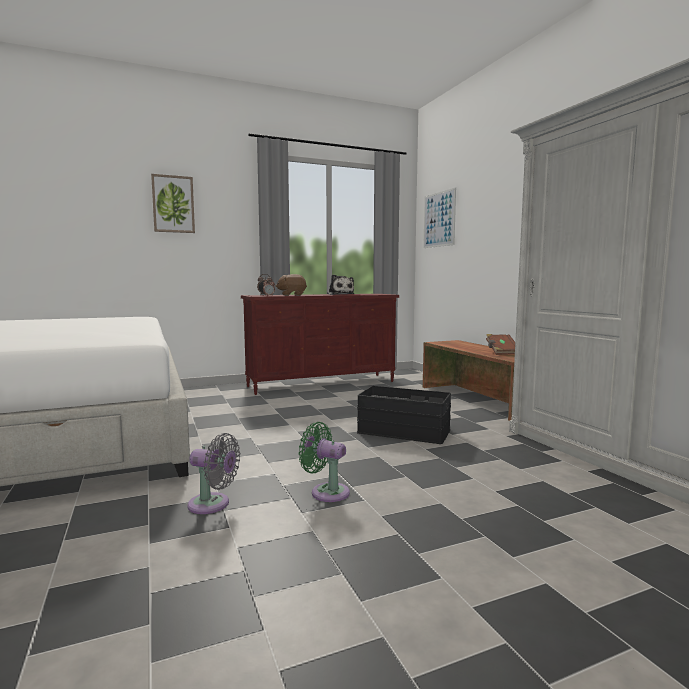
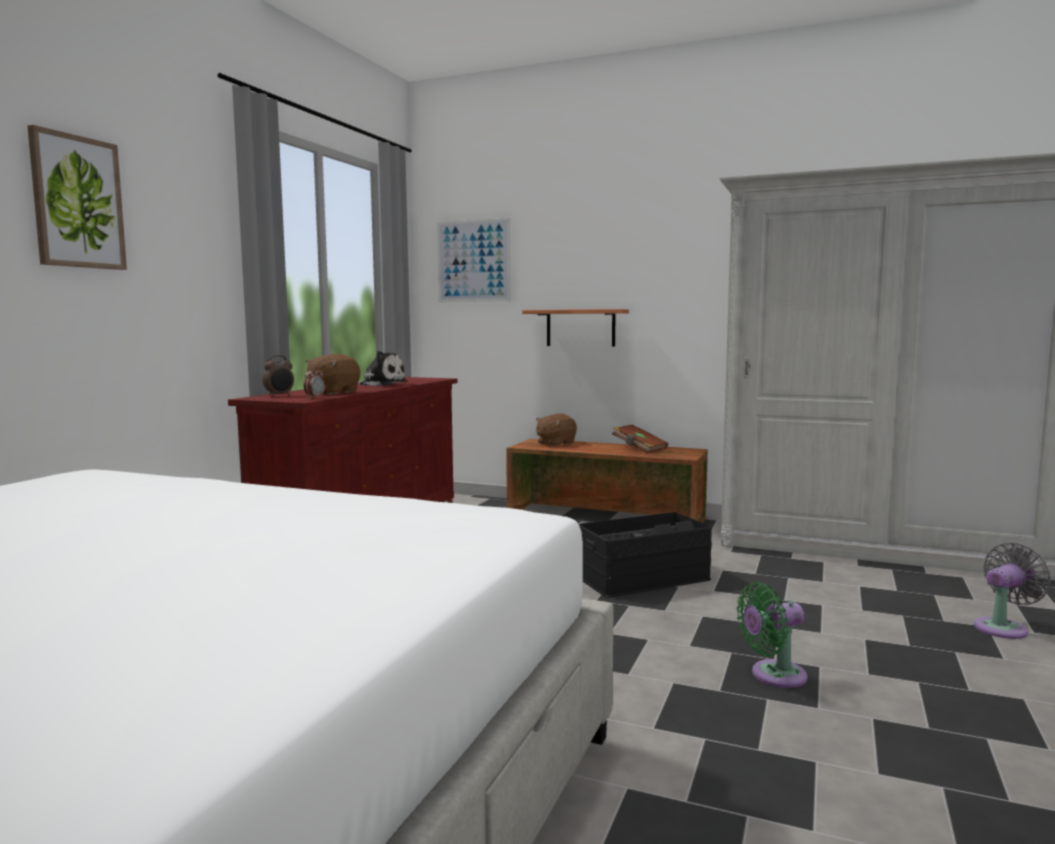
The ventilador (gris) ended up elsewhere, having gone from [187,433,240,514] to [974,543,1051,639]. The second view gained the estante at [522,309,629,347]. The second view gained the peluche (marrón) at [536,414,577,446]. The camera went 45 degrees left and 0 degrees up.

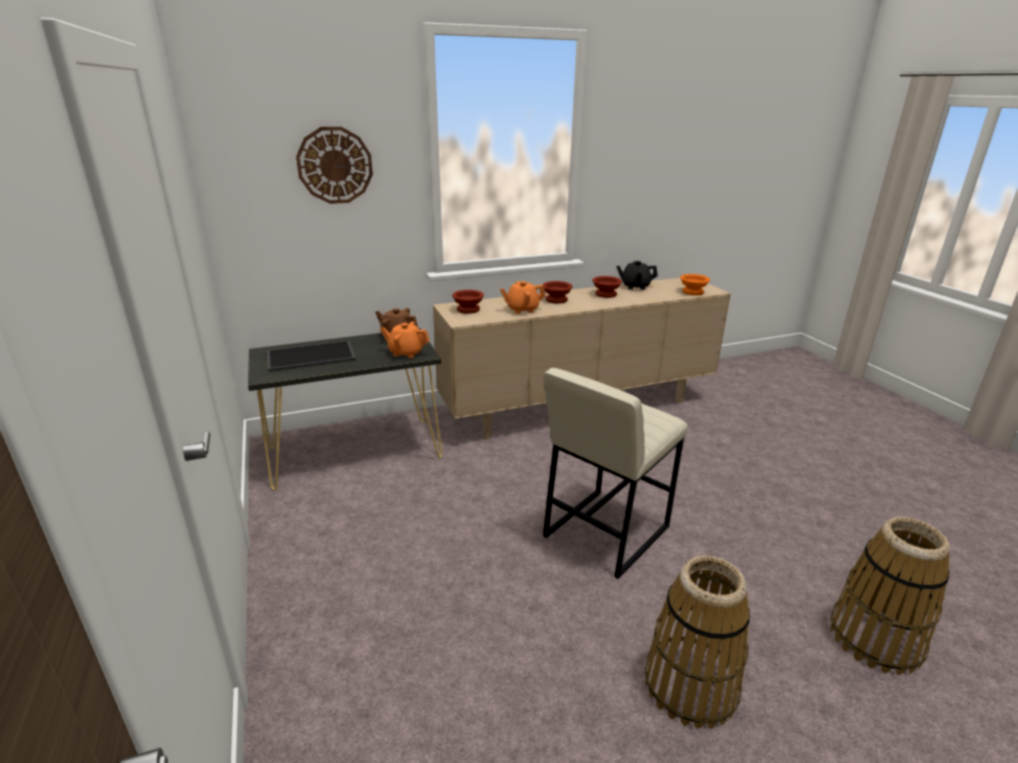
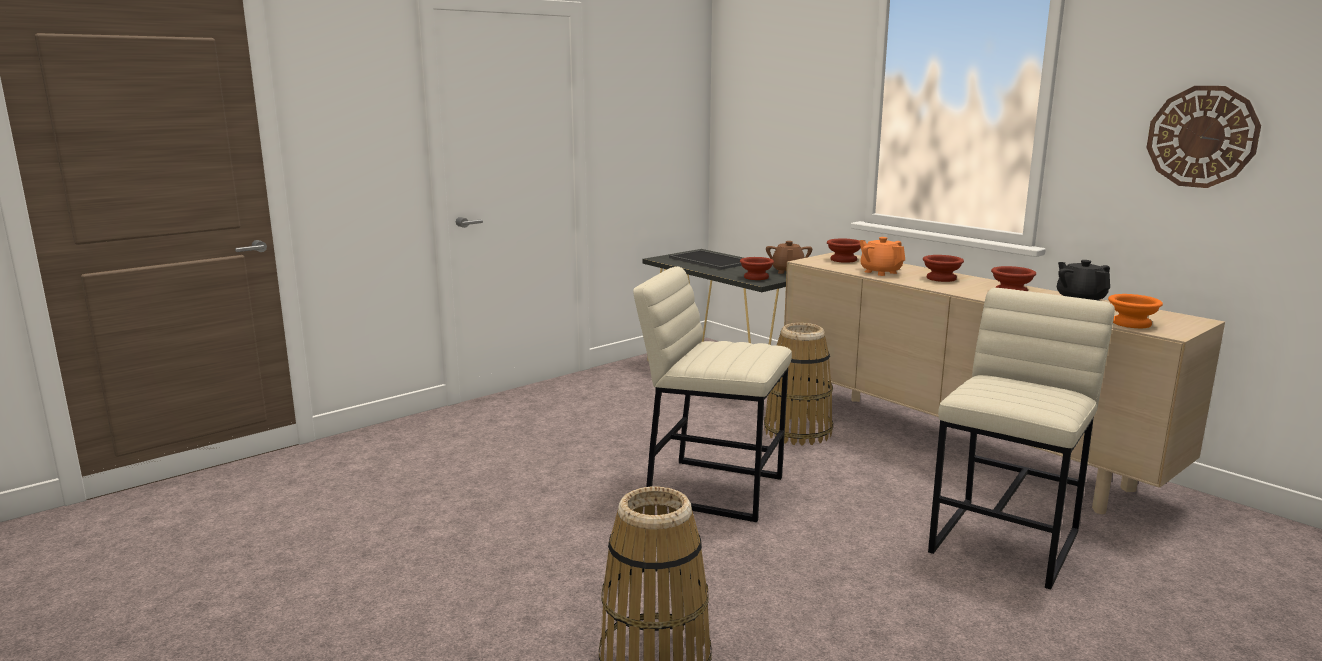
The reloj de pared ended up elsewhere, having gone from [296,127,373,204] to [1146,86,1261,188]. Where the tetera (naranja) stood at [380,321,430,358], the cuenco (marrón) came to stand at [740,257,774,280]. The cesta ended up elsewhere, having gone from [645,556,750,729] to [764,323,833,445]. The second view gained the silla (beis) at [928,288,1115,590]. The camera went 70 degrees right and 10 degrees down.

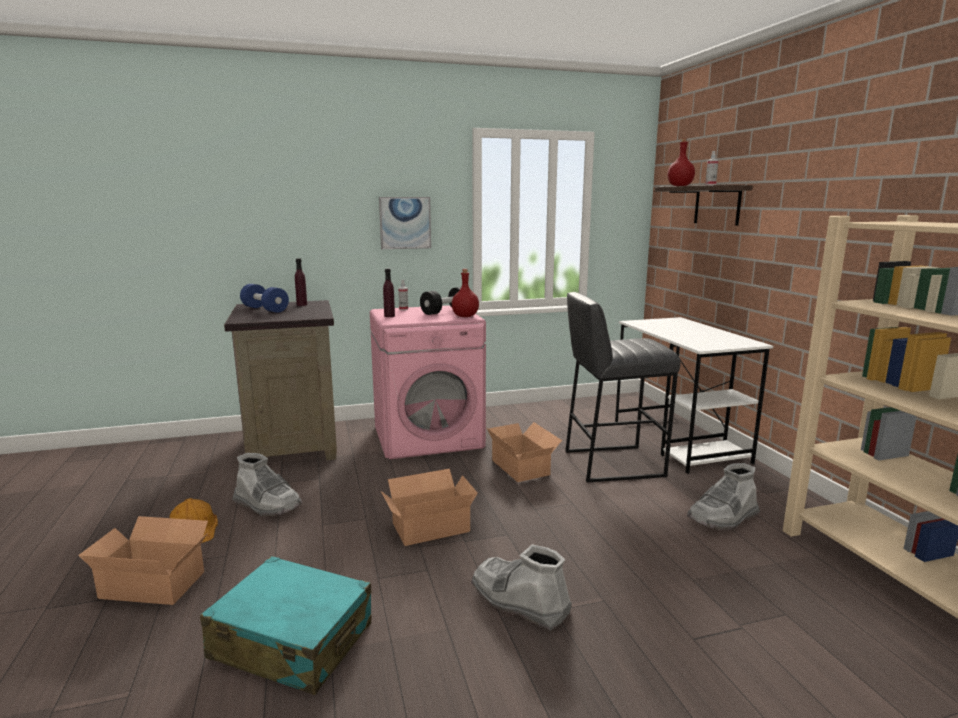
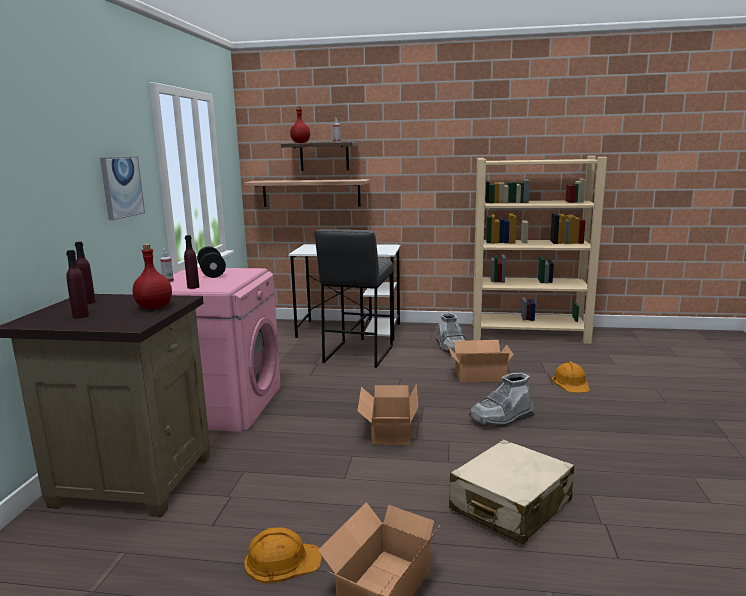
What was the maleta (turquesa) at [200,556,371,695] turned into the maleta (beis) at [449,439,574,545]. The second view lost the bota (gris) at [232,453,302,516]. Where the mancuerna (azul) stood at [240,284,289,313], the botella (morado) came to stand at [66,250,89,318]. The botella (rojo) ended up elsewhere, having gone from [452,269,479,317] to [132,244,172,309]. The caja de cartón ended up elsewhere, having gone from [486,422,562,482] to [448,340,514,383]. The second view gained the estante at [243,179,370,207]. The second view gained the casco (naranja) at [552,361,590,393]. The camera went 65 degrees left and 0 degrees up.

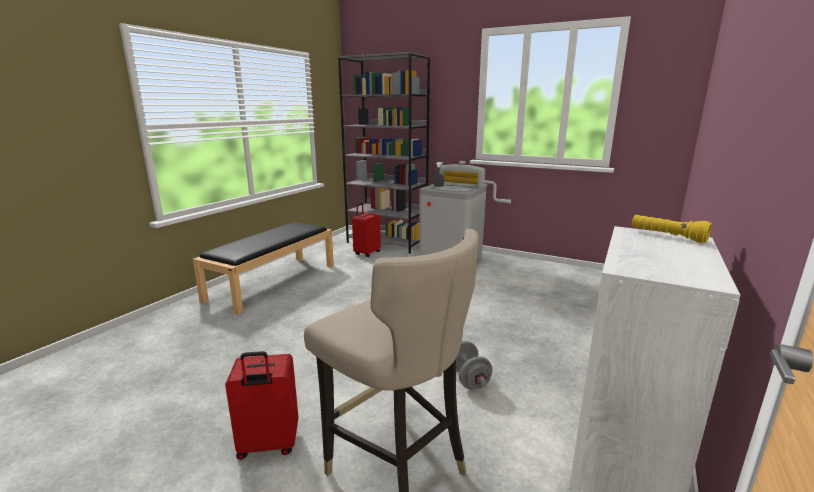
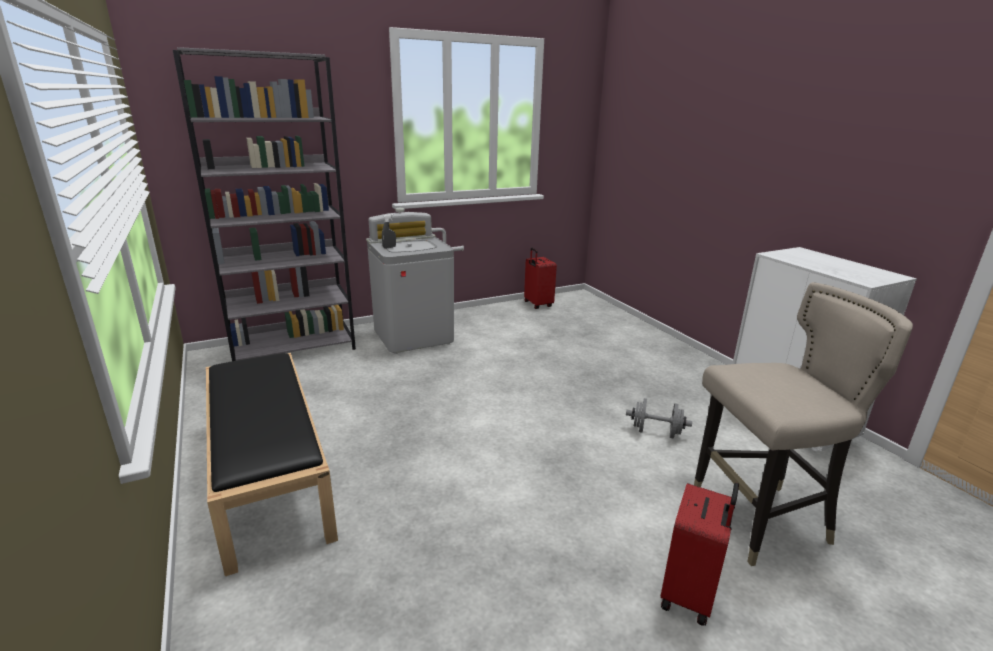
The maleta (rojo) ended up elsewhere, having gone from [352,203,381,257] to [524,248,557,309]. The second view lost the linterna (amarillo) at [632,215,712,243]. The camera went 55 degrees left and 5 degrees up.

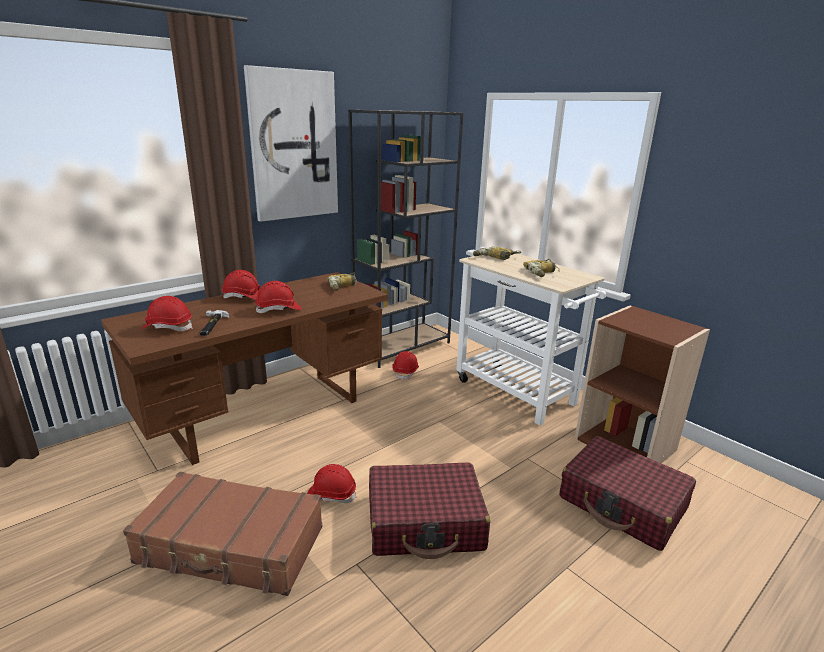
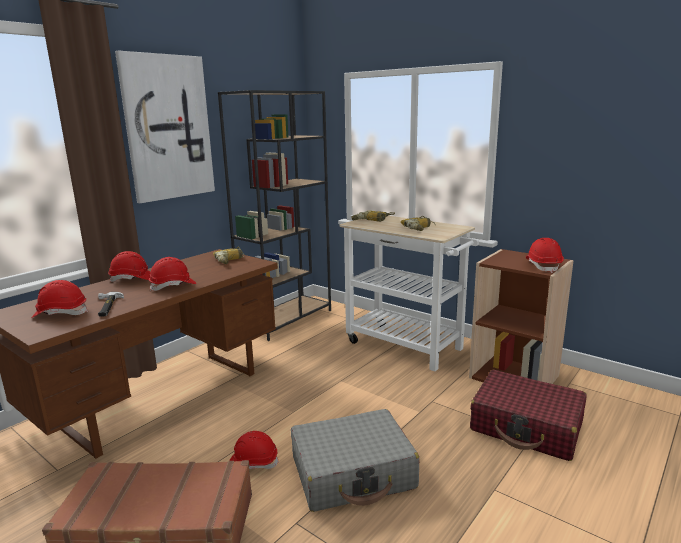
What was the maleta (rojo) at [369,462,490,559] turned into the maleta (gris) at [291,409,419,512]. The casco (rojo) ended up elsewhere, having gone from [392,351,419,381] to [526,238,564,273]. The camera went 10 degrees left and 5 degrees down.

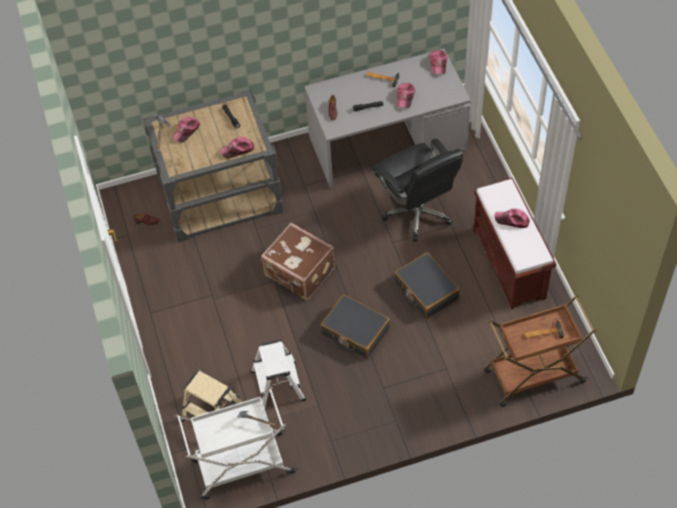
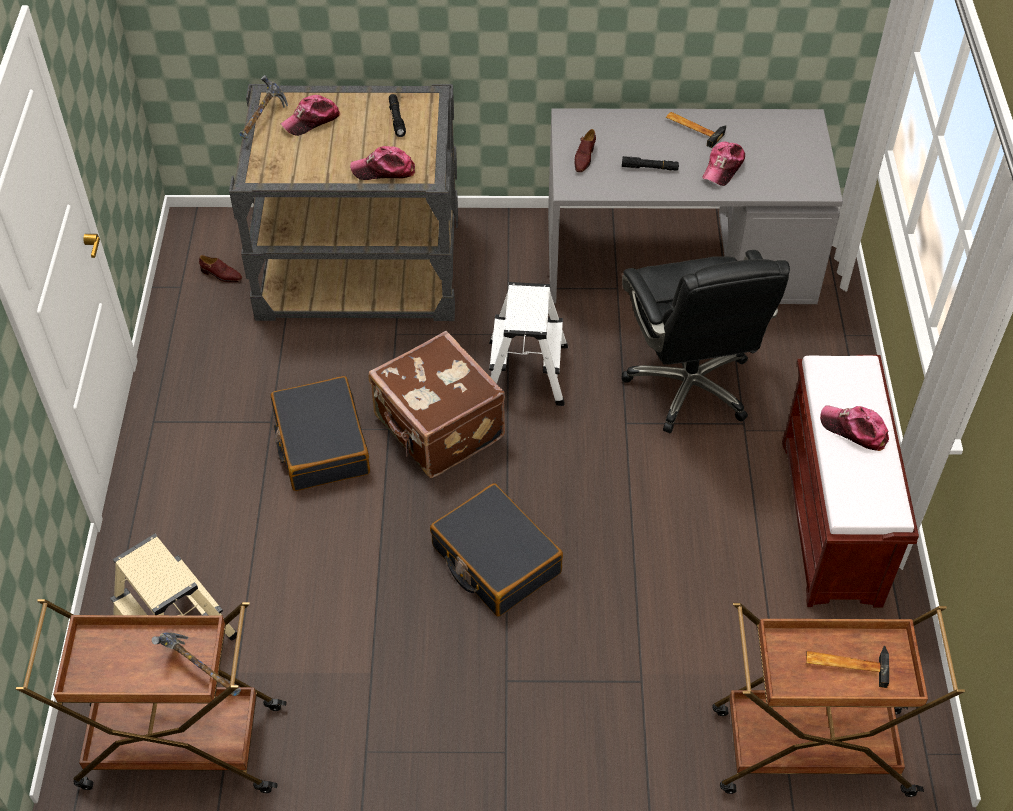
What was the carrito (blanco) at [175,387,298,500] turned into the carrito (marrón) at [16,599,287,793]. The escalera de tijera (blanco) ended up elsewhere, having gone from [251,339,306,408] to [489,282,568,406]. The maleta (negro) ended up elsewhere, having gone from [394,252,460,319] to [271,376,370,491]. The second view lost the gorra at [430,50,447,74]. The camera went 15 degrees right and 5 degrees down.

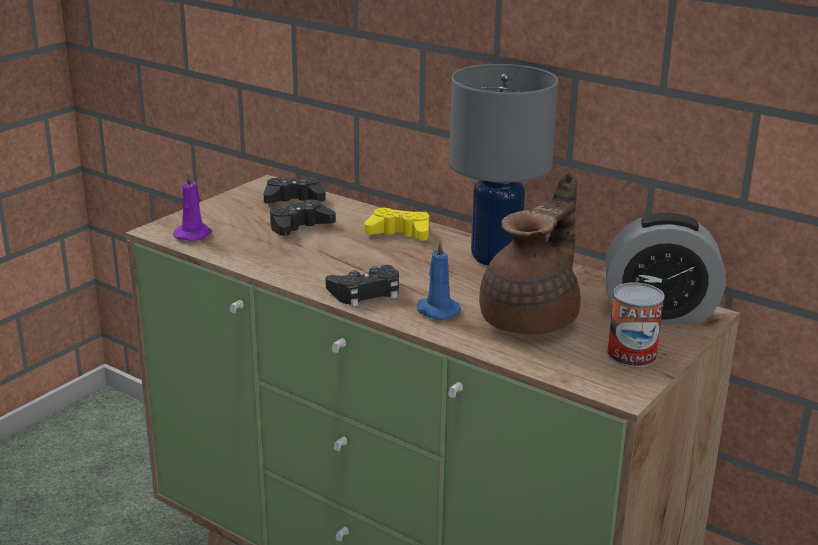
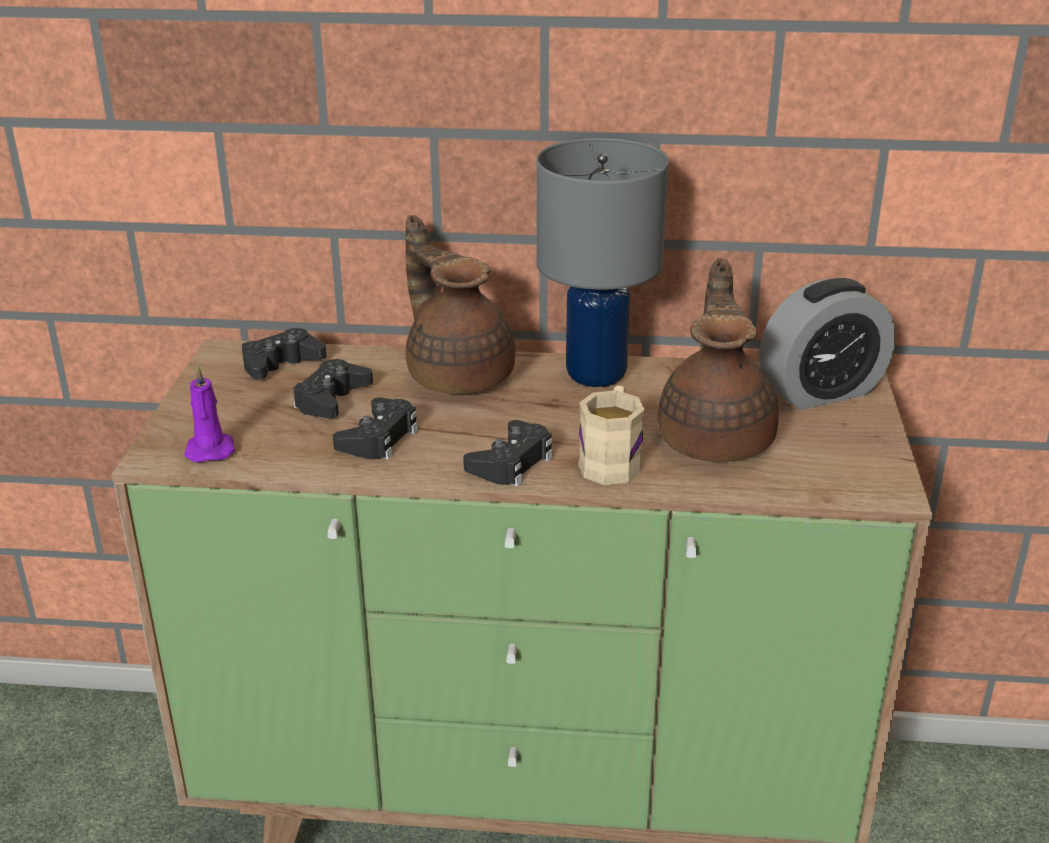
Where the mando de consola (amarillo) stood at [364,208,429,241], the tetera (marrón) came to stand at [406,215,515,394]. Where the vela (azul) stood at [417,238,461,320], the taza grande (beis) came to stand at [578,385,645,485]. The second view lost the lata at [607,282,665,367]. The second view gained the mando de consola (negro) at [333,397,418,460]. The camera went 30 degrees left and 5 degrees up.

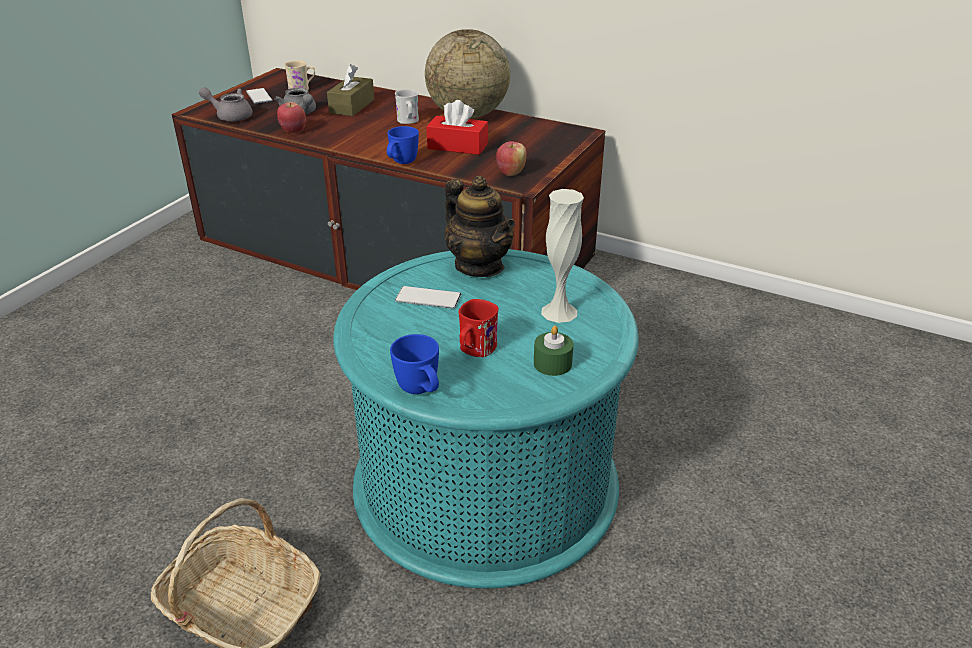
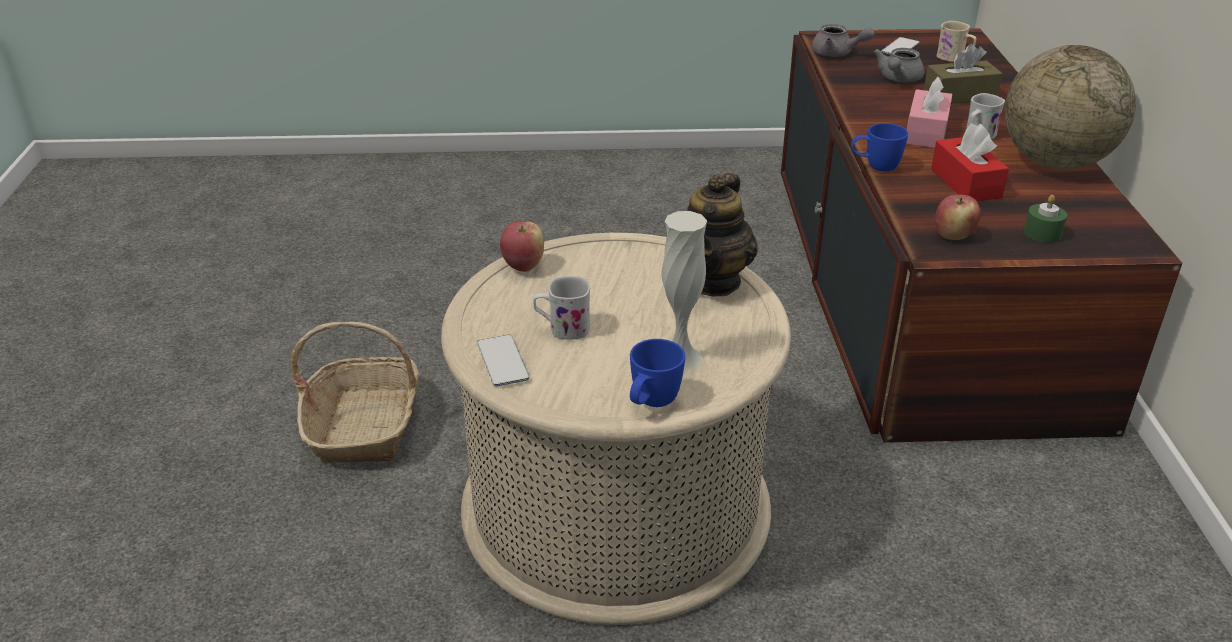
The tetera (gris) at [199,87,253,121] ended up facing another way, 135 degrees clockwise from before. The manzana ended up elsewhere, having gone from [277,102,306,133] to [500,221,544,272]. What was the mesa de centro (turquesa) at [333,249,639,589] turned into the mesa de centro (beis) at [441,233,791,625]. The taza grande (azul) ended up elsewhere, having gone from [390,334,439,394] to [630,339,685,407]. The móvil ended up elsewhere, having gone from [395,286,461,309] to [477,335,530,387]. What was the taza grande (rojo) at [458,299,499,357] turned into the taza grande (blanco) at [533,276,590,339]. The vela (verde) ended up elsewhere, having gone from [534,326,574,376] to [1024,195,1067,243]. The second view gained the caja de pañuelos (rosa) at [906,77,952,148]. The camera went 60 degrees right and 0 degrees up.

